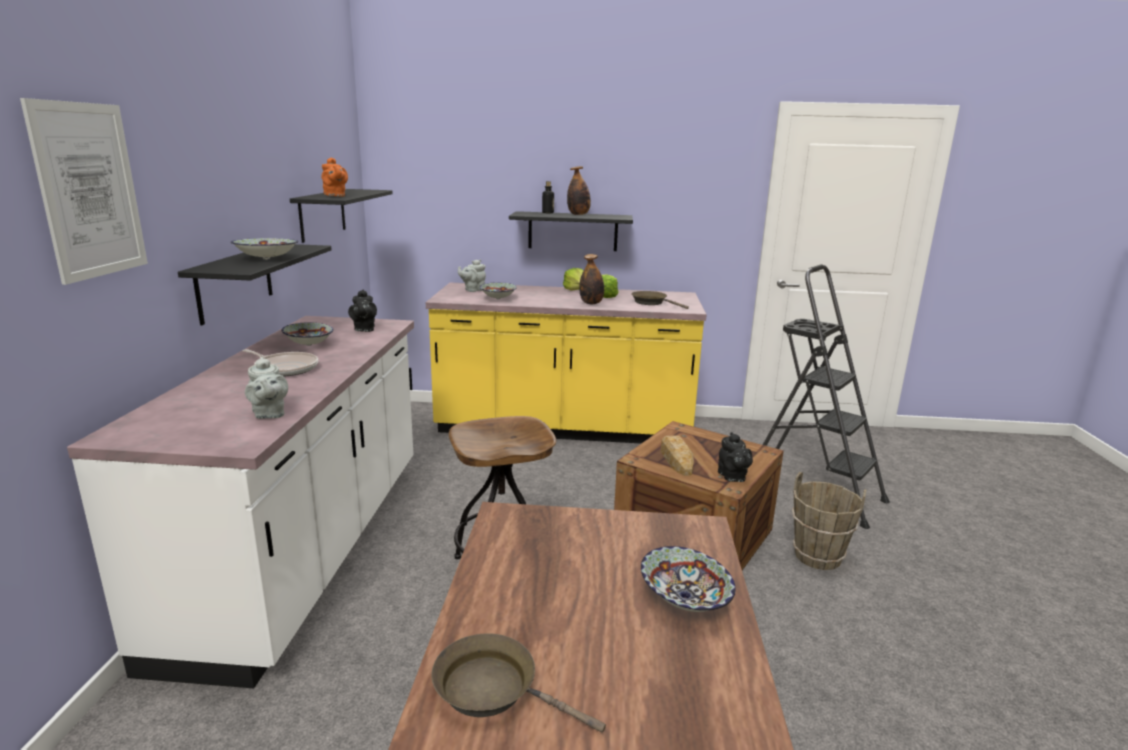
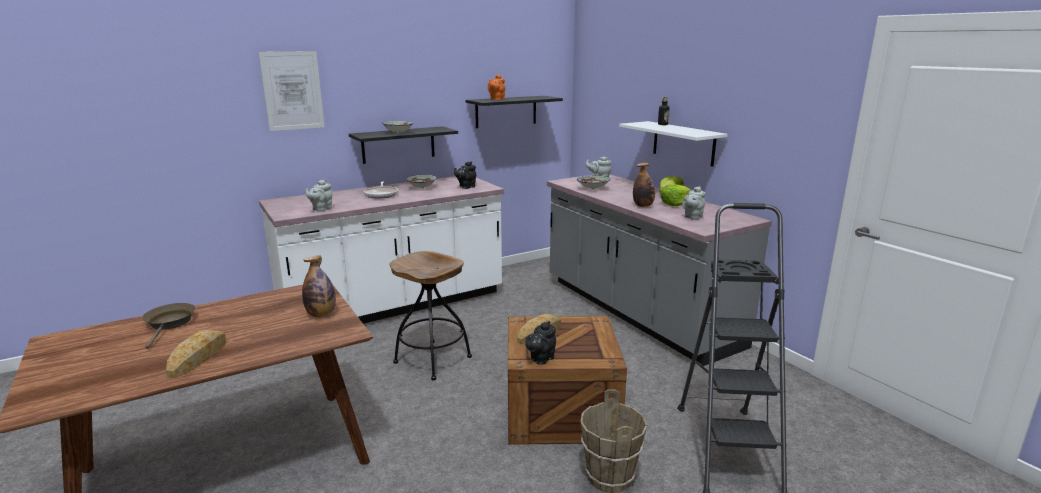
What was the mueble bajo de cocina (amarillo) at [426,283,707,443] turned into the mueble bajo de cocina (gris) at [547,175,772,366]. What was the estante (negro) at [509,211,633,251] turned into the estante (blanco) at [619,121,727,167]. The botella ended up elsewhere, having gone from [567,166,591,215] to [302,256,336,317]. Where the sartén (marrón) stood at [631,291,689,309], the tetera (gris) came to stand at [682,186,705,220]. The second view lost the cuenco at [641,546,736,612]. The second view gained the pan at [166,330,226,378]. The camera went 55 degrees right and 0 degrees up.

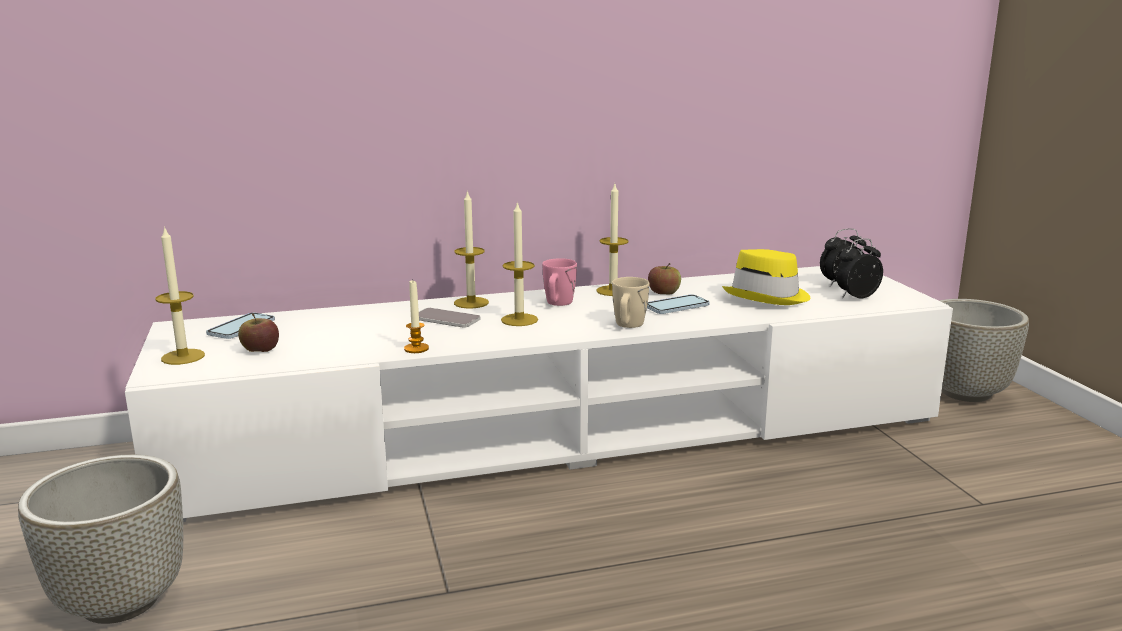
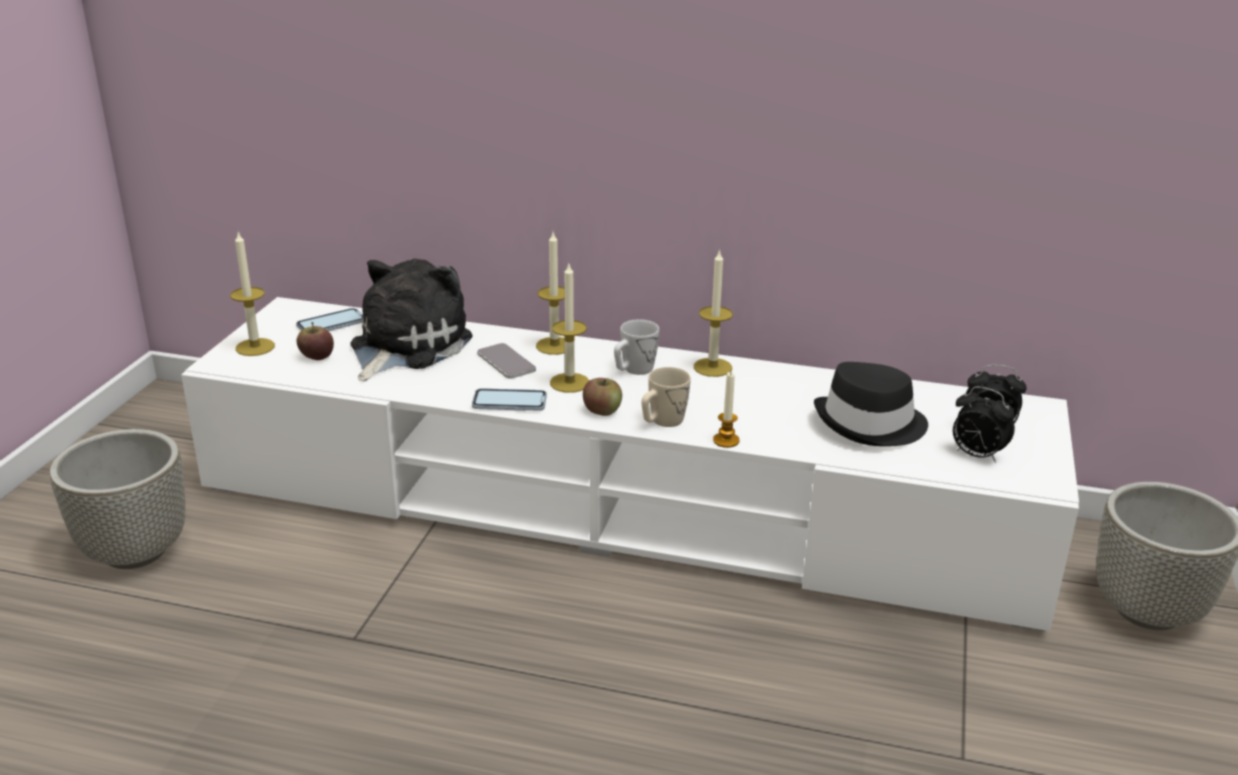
The vela ended up elsewhere, having gone from [404,281,429,353] to [713,372,740,448]. What was the taza grande (rosa) at [542,258,577,306] turned into the taza grande (blanco) at [614,319,659,375]. The móvil ended up elsewhere, having gone from [647,295,710,314] to [472,388,547,411]. The manzana ended up elsewhere, having gone from [648,263,681,294] to [583,378,622,416]. What was the sombrero (amarillo) at [722,249,810,305] turned into the sombrero (negro) at [814,362,928,446]. The despertador at [836,238,883,298] ended up facing another way, 150 degrees counterclockwise from before. The second view gained the peluche at [350,259,473,381]. The camera went 30 degrees right and 10 degrees up.

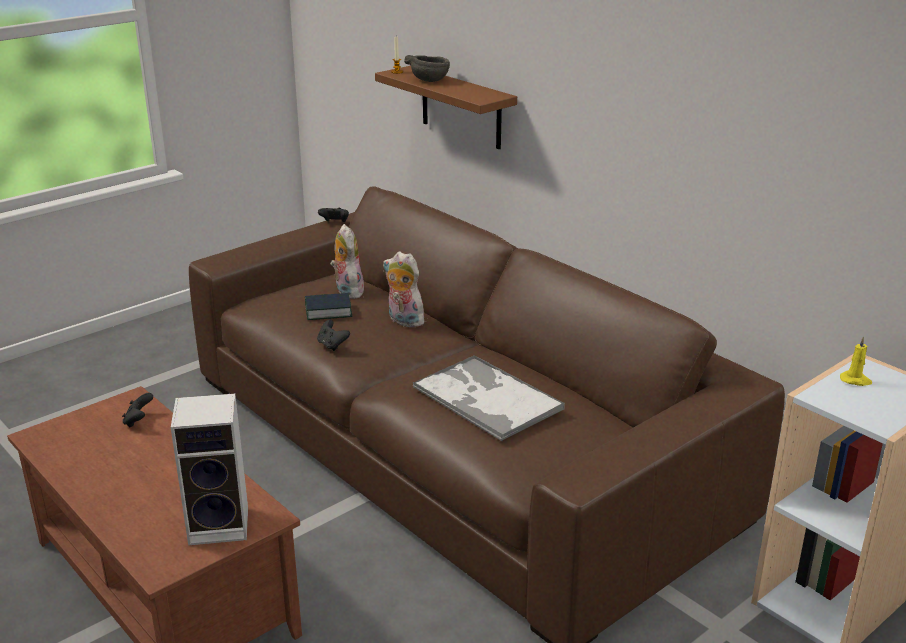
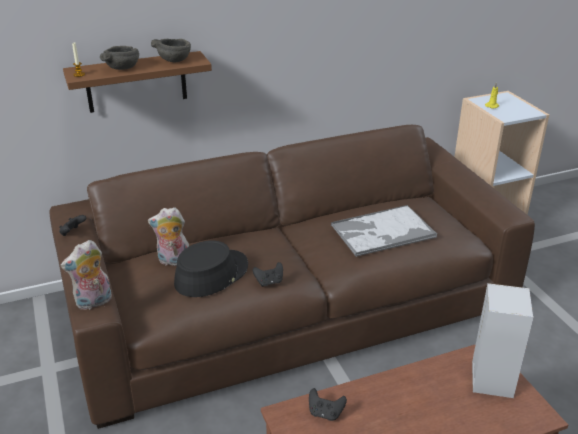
Where the libro stood at [305,293,352,320], the sombrero (negro) came to stand at [174,240,248,297]. The peluche ended up elsewhere, having gone from [383,251,424,327] to [60,240,111,310]. The second view gained the cuenco (gris) at [151,39,191,62]. The camera went 70 degrees left and 5 degrees up.

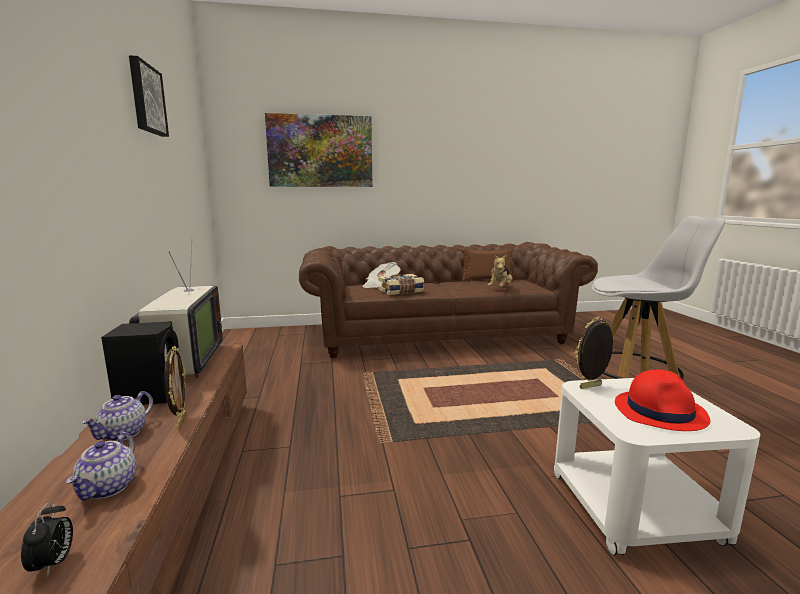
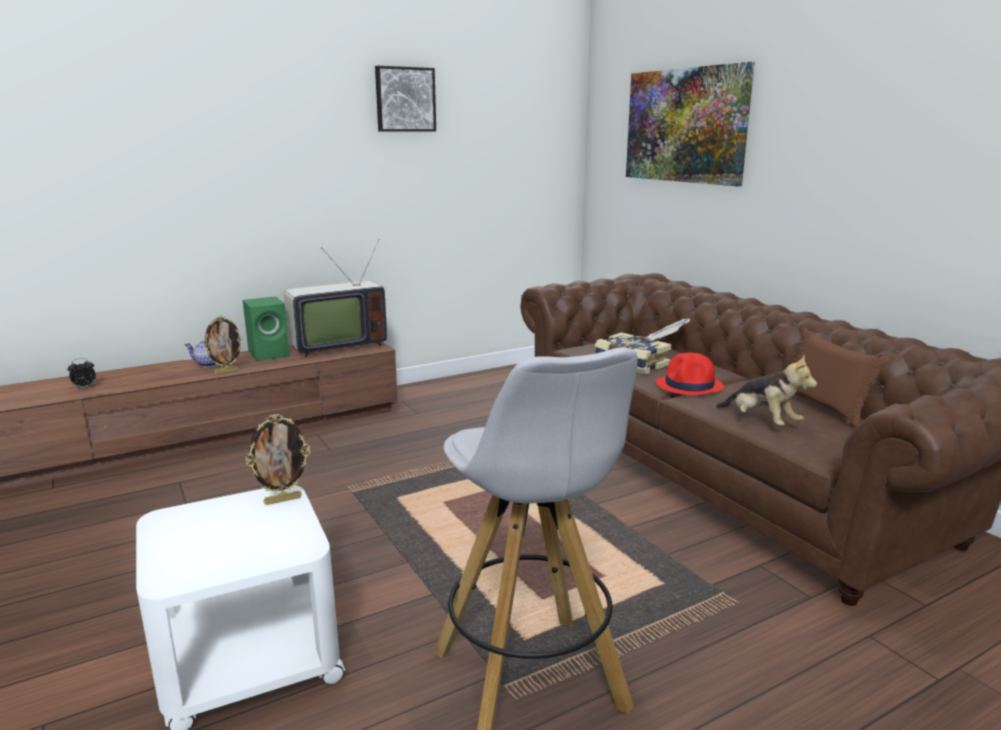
The second view lost the tetera at [66,432,136,501]. What was the altavoz (negro) at [101,321,179,405] turned into the altavoz (verde) at [243,296,290,361]. The peluche at [488,255,512,287] ended up facing another way, 135 degrees counterclockwise from before. The portarretratos at [574,317,613,389] ended up facing another way, 105 degrees clockwise from before. The sombrero (rojo) ended up elsewhere, having gone from [615,370,710,431] to [656,353,724,395]. The camera went 70 degrees right and 5 degrees up.

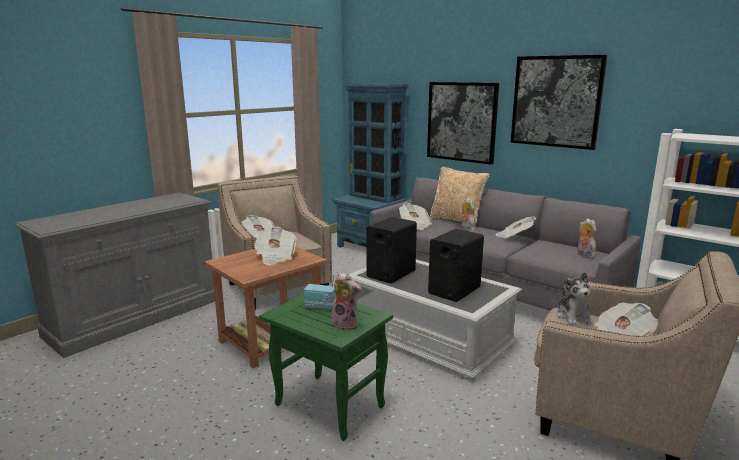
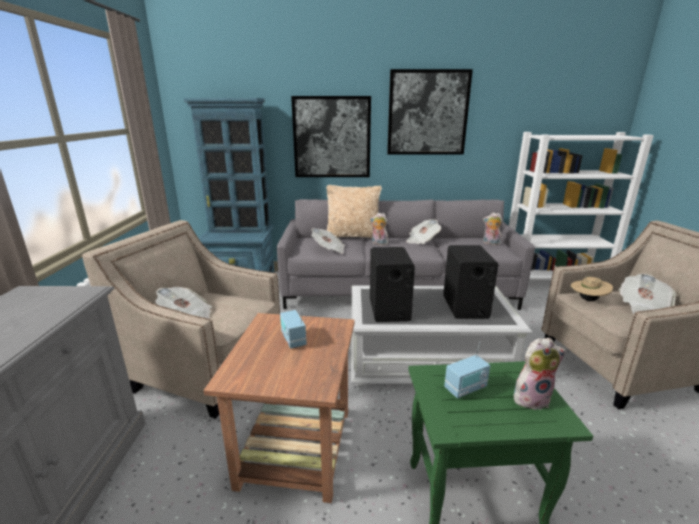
Where the periódico stood at [254,227,297,265], the radio came to stand at [280,310,307,348]. Where the peluche stood at [556,272,593,325], the sombrero (beis) came to stand at [571,274,613,301]. The camera went 40 degrees left and 5 degrees up.

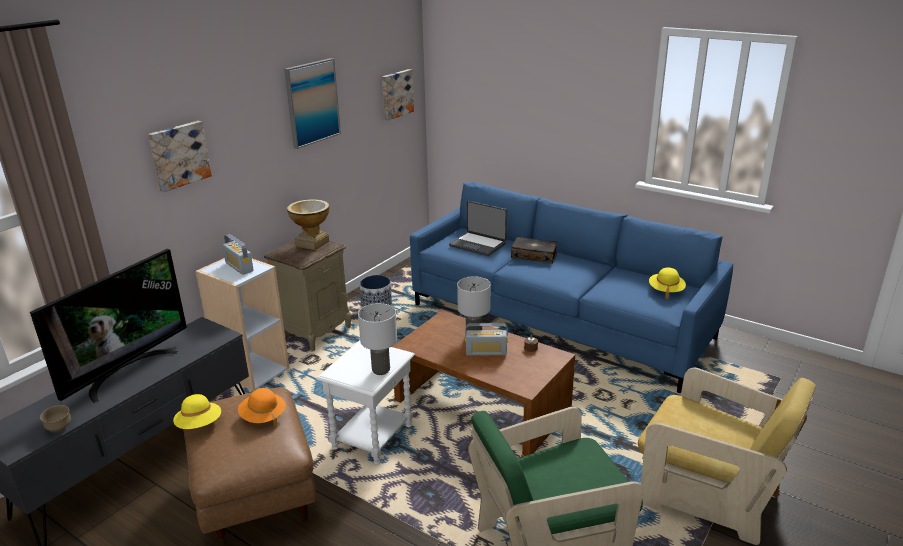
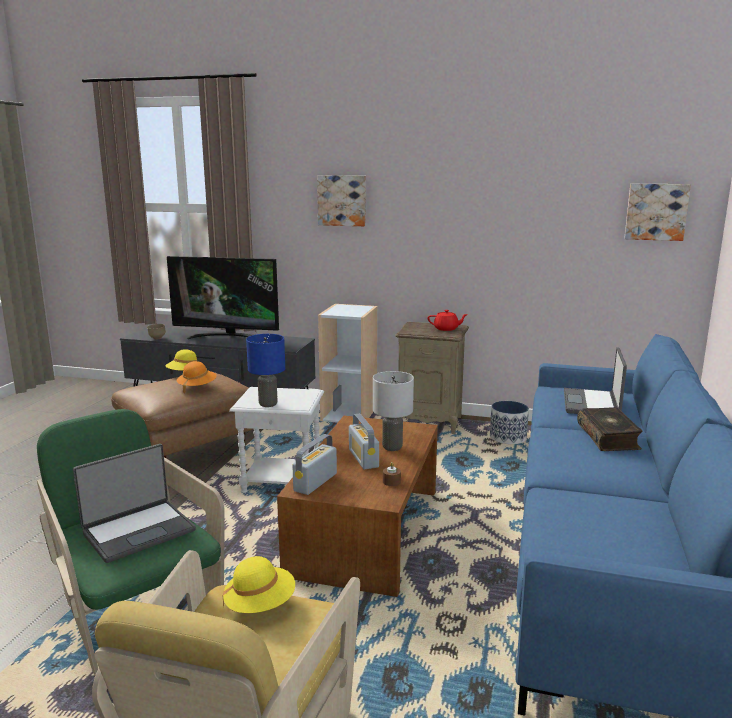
The radio ended up elsewhere, having gone from [222,234,254,275] to [292,434,337,495]. The second view lost the cuadro at [284,58,341,149]. Where the florero stood at [287,199,330,250], the tetera (rojo) came to stand at [428,310,468,331]. What was the lámpara de mesa (blanco) at [358,303,397,375] turned into the lámpara de mesa (azul) at [246,334,285,407]. The sombrero (amarillo) ended up elsewhere, having gone from [649,267,686,299] to [223,556,295,613]. The second view gained the portátil at [73,444,196,563]. The camera went 70 degrees right and 10 degrees down.

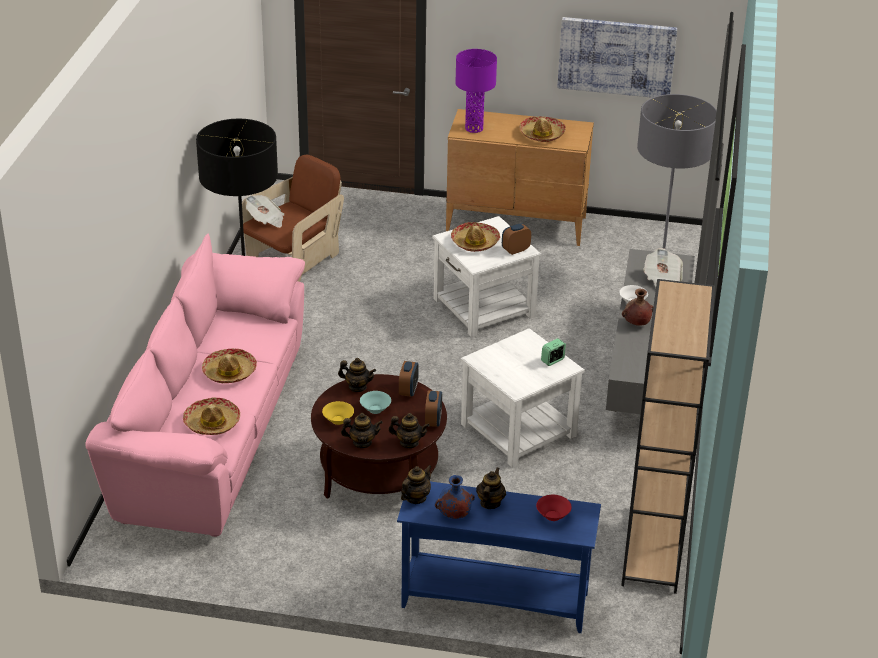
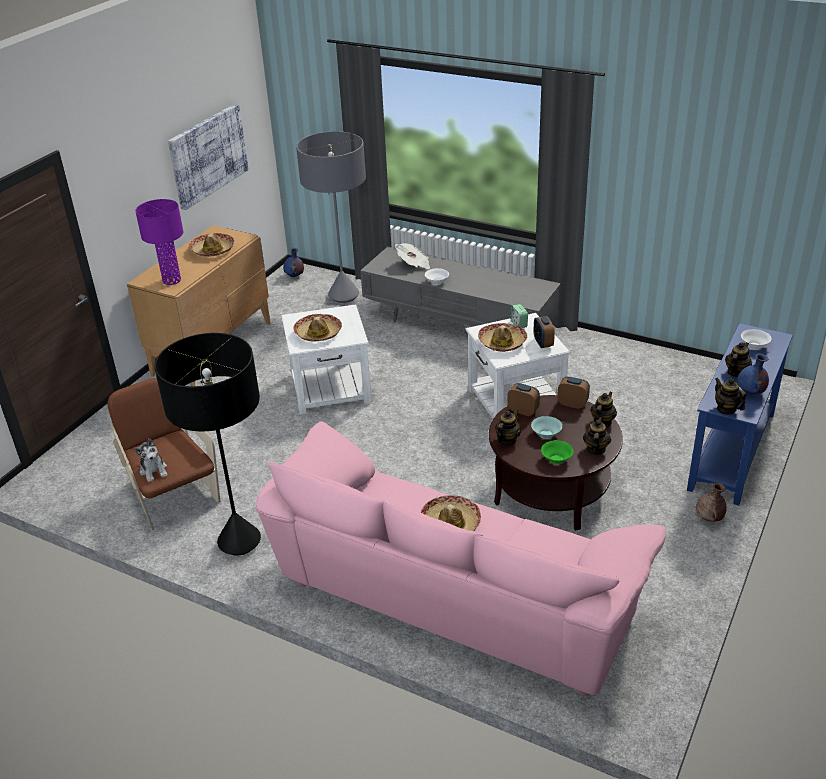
The sombrero ended up elsewhere, having gone from [183,398,240,435] to [478,323,527,352]. Where the periódico stood at [246,195,284,228], the peluche came to stand at [134,438,168,482]. What was the cuenco (amarillo) at [322,401,354,425] turned into the cuenco (verde) at [541,440,573,464]. The tetera at [476,468,506,509] ended up facing another way, 90 degrees clockwise from before. The despertador ended up elsewhere, having gone from [502,223,531,255] to [534,316,555,348]. What was the cuenco (rojo) at [536,495,572,521] turned into the cuenco (blanco) at [741,329,772,350]. The second view lost the estantería at [621,279,715,594]. The florero (marrón) ended up elsewhere, having gone from [622,288,653,326] to [696,482,727,522]. The second view gained the florero (azul) at [283,248,304,277]. The camera went 70 degrees left and 0 degrees up.

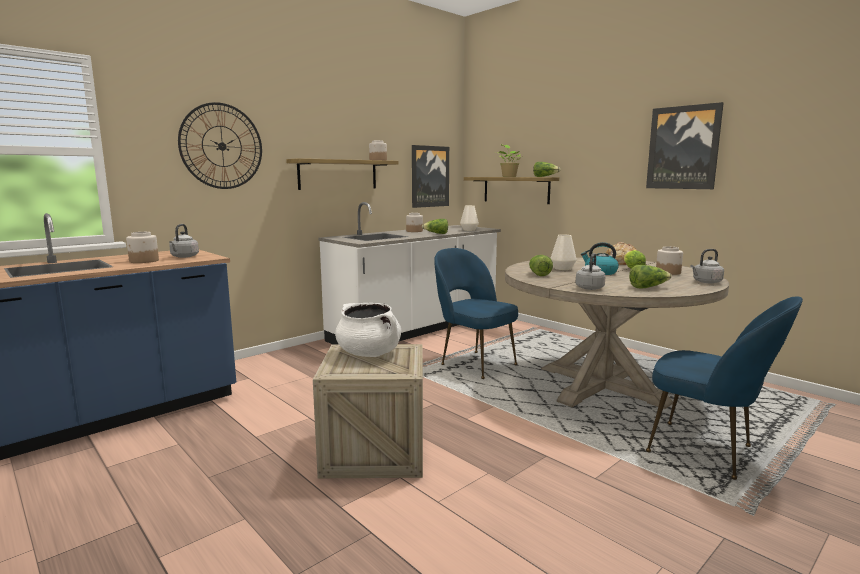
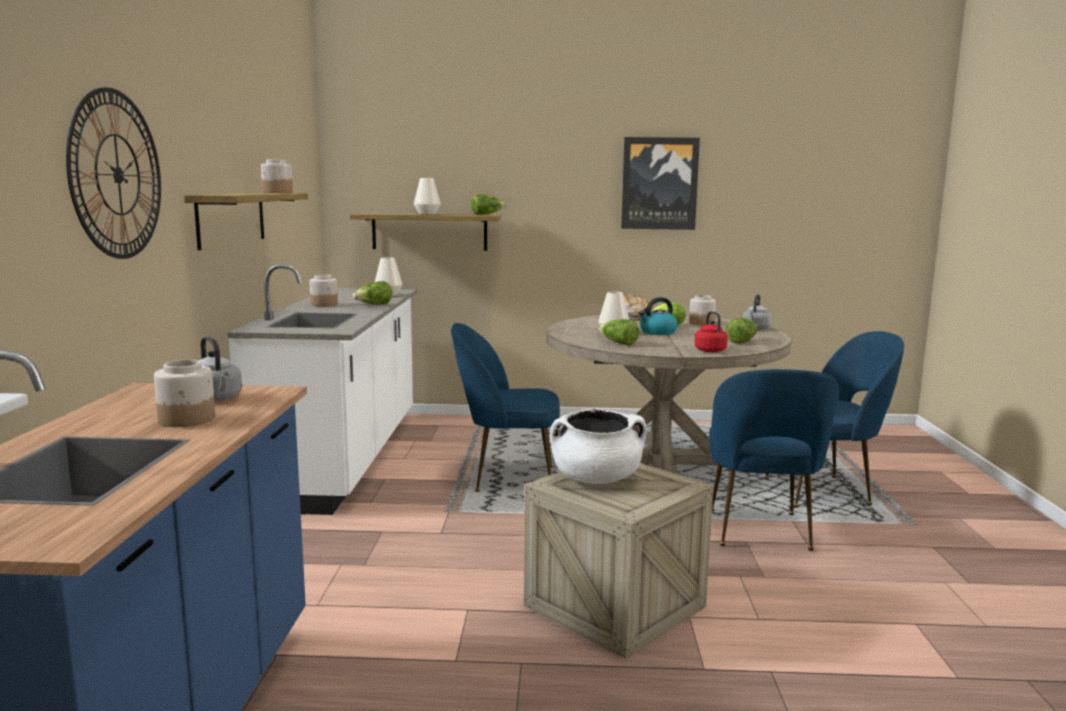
The second view lost the cuadro at [412,145,449,208]. Where the planta en maceta stood at [496,144,523,177], the florero (blanco) came to stand at [414,178,441,215]. What was the hervidor (gris) at [576,253,606,290] turned into the hervidor (rojo) at [695,311,728,352]. The second view gained the silla (azul) at [709,369,839,551]. The camera went 45 degrees left and 0 degrees up.

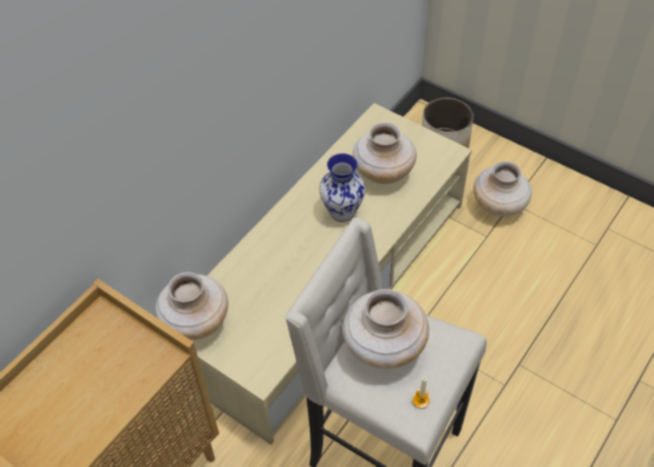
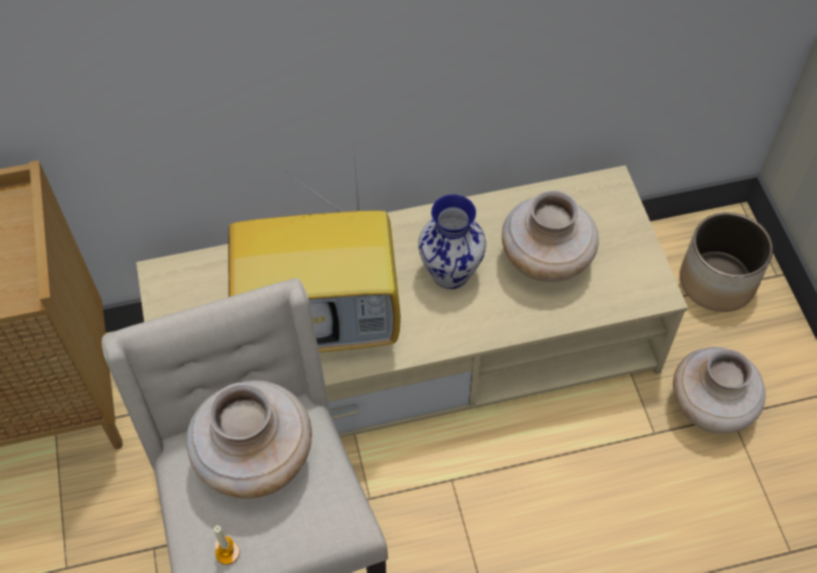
The second view lost the florero (beis) at [155,272,228,340]. The second view gained the televisor at [228,153,401,352]. The camera went 40 degrees right and 5 degrees up.

